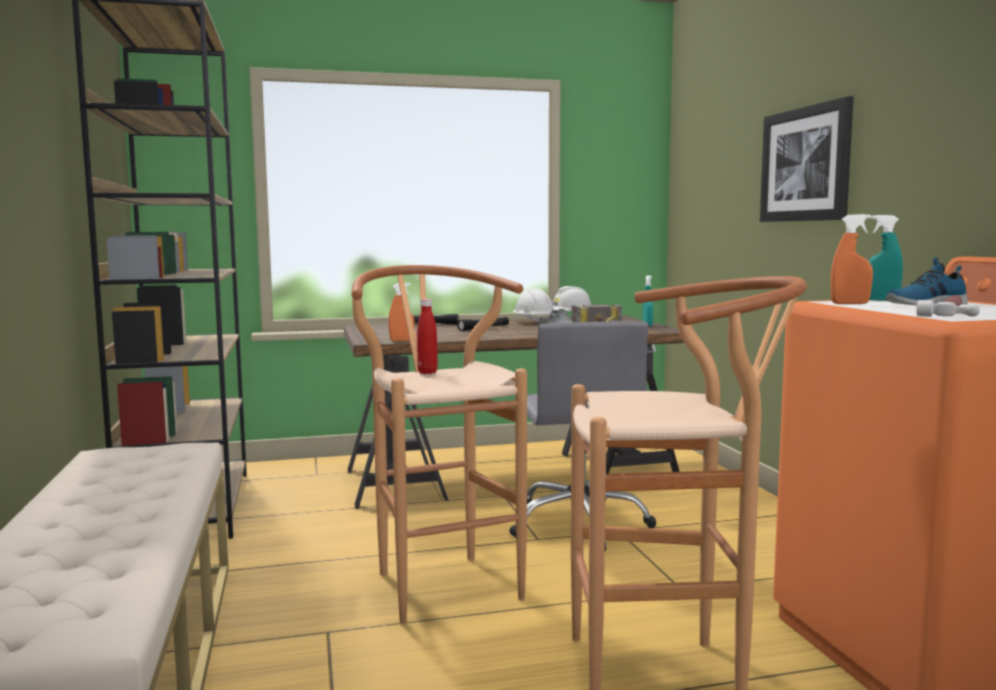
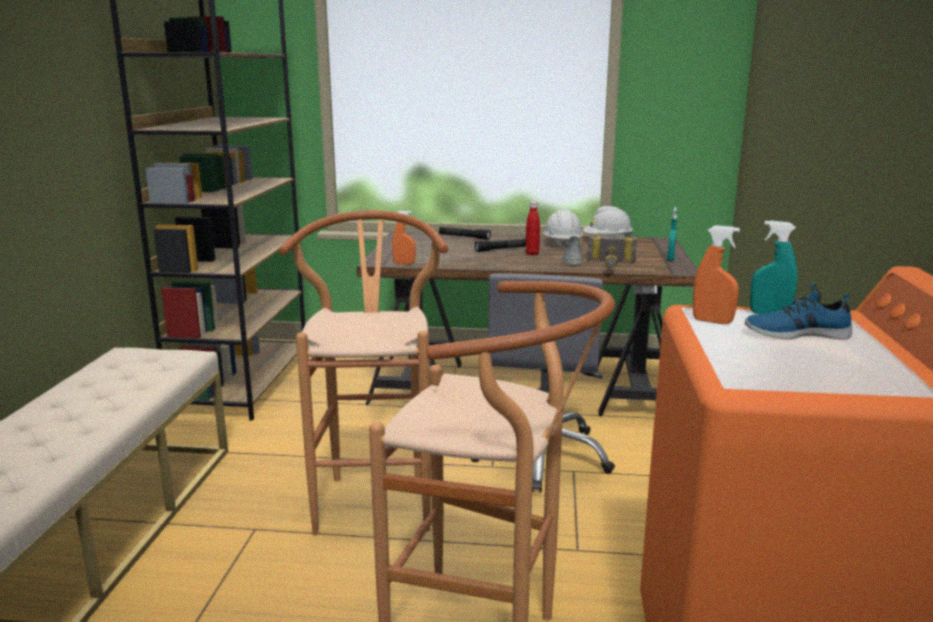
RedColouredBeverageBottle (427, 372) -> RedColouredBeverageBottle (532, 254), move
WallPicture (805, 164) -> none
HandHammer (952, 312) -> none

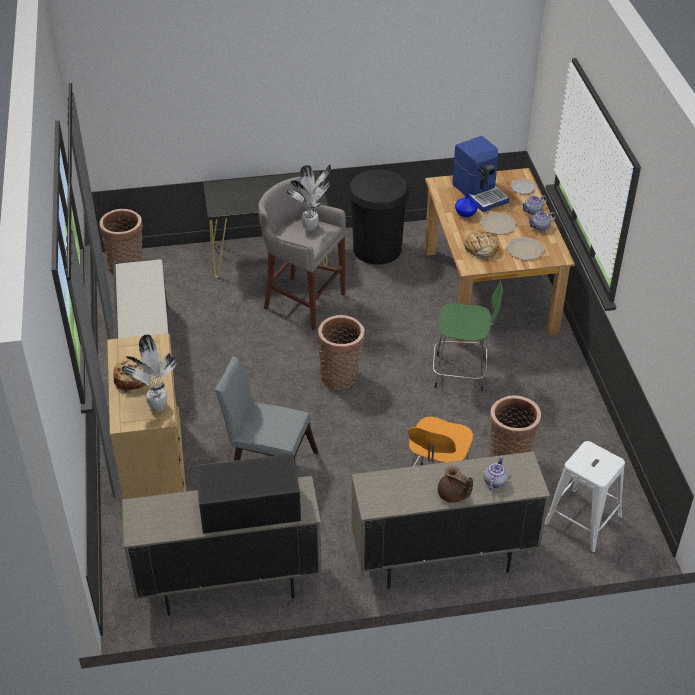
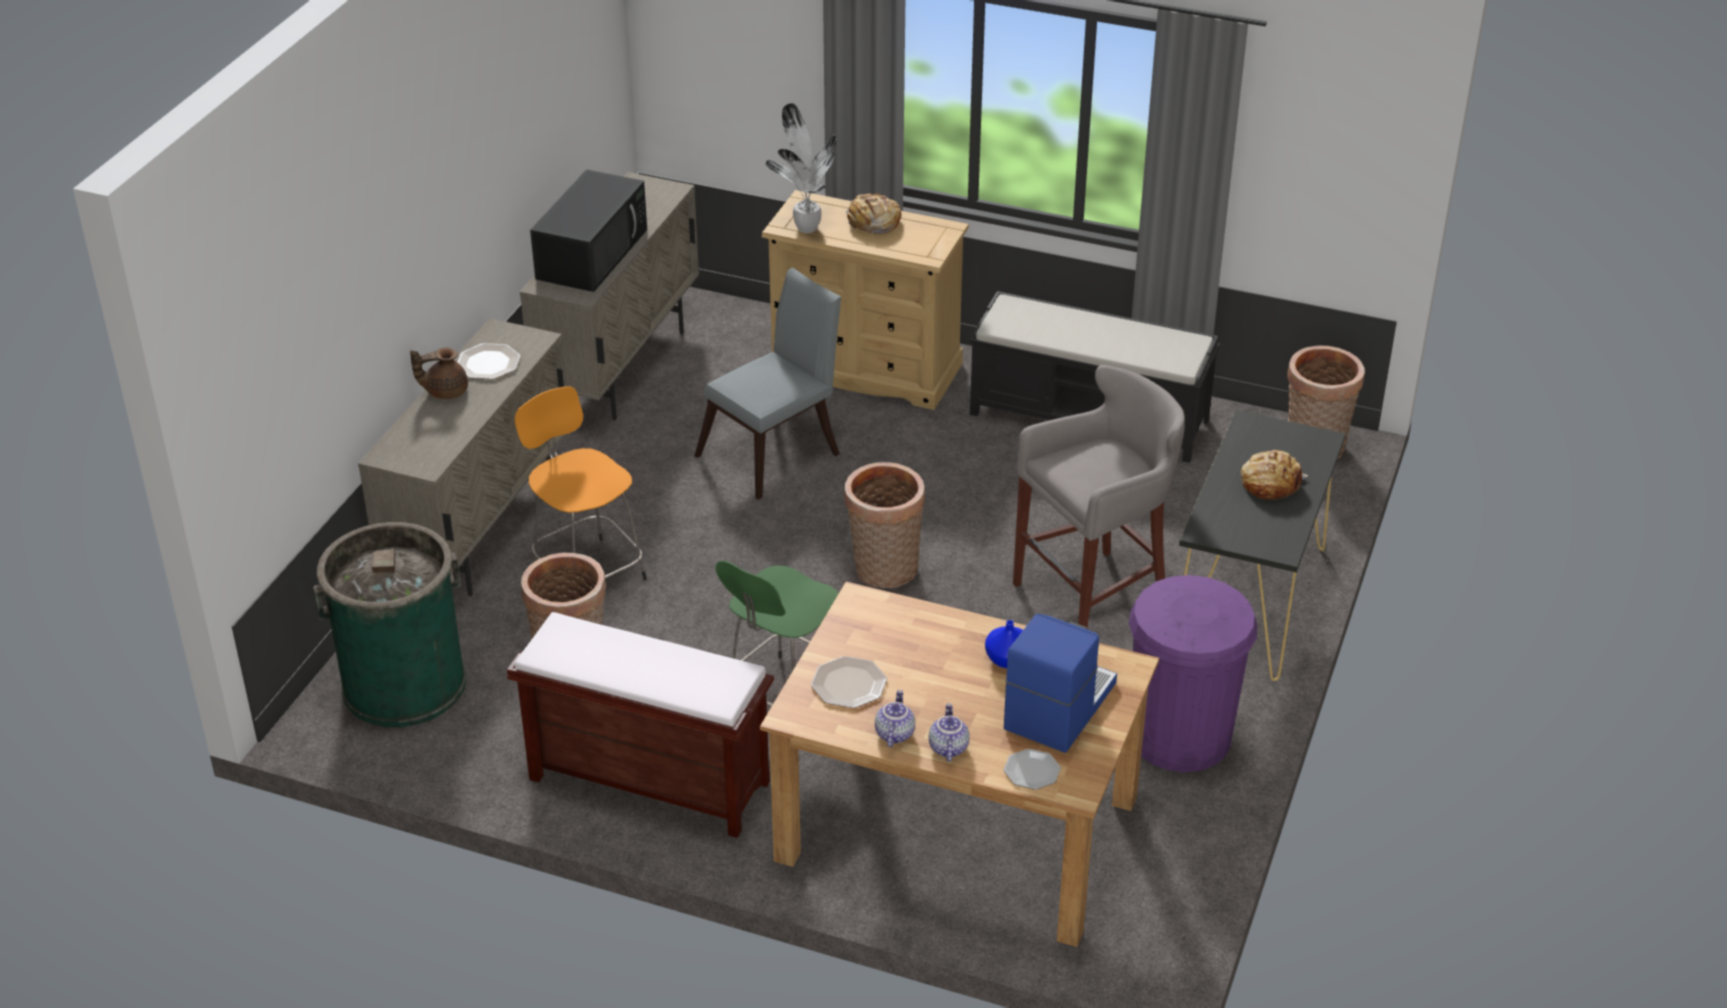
WhitishSittingStool (582, 520) -> GreenTrashCan (404, 684)
DinnerPlate (498, 224) -> DinnerPlate (488, 363), move
none -> BrownLongSeat (646, 781)
CoffeeMaker (480, 192) -> CoffeeMaker (1058, 706), 120 degrees clockwise
BlackColouredTrashCan (377, 249) -> PurpleTrashCan (1180, 736)
BakedBread (480, 249) -> BakedBread (1270, 483), move
PottedPlant (311, 227) -> none
TeaPot (494, 481) -> none

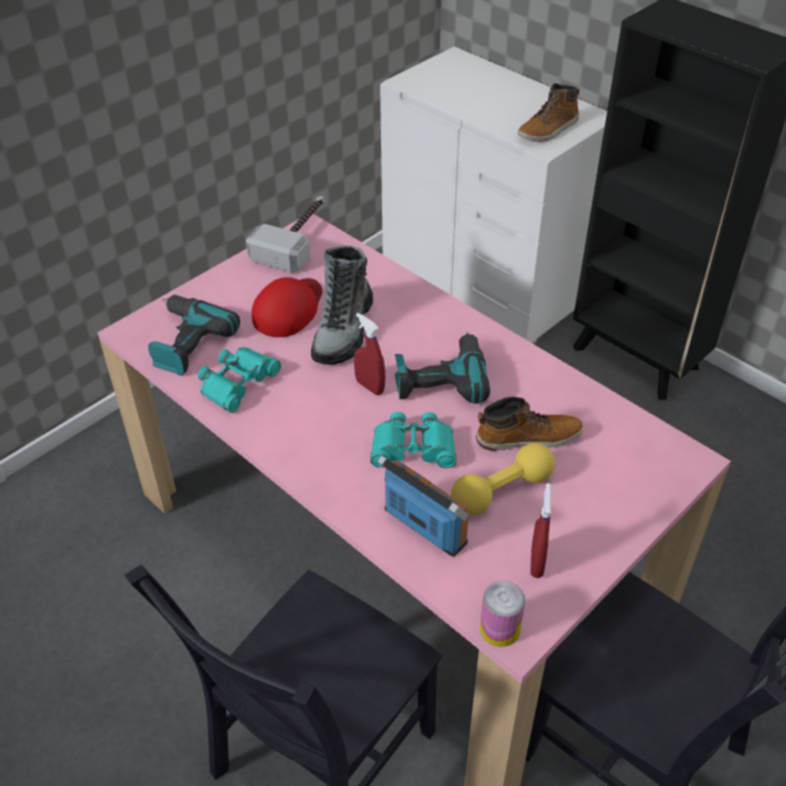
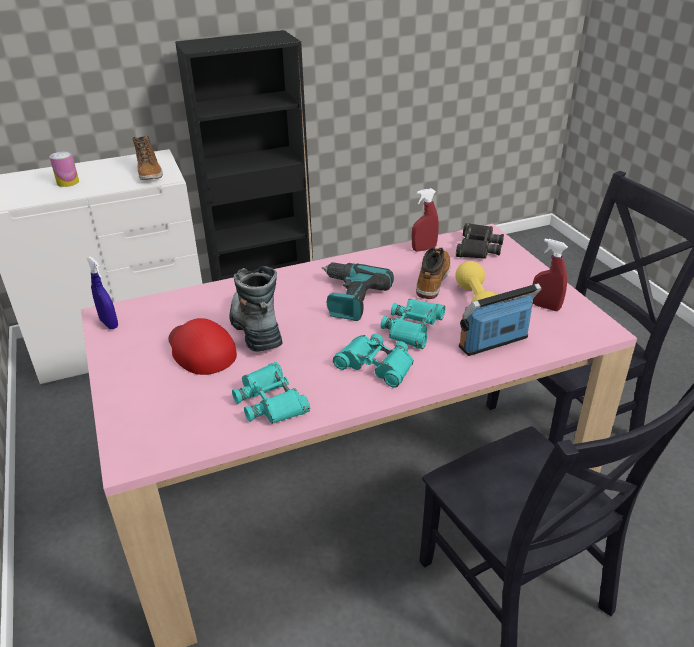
SealedCan (500, 628) -> SealedCan (68, 182), move
HandHammer (297, 238) -> BlueSprayBottle (109, 324)
HighTopBoot (343, 330) -> HighTopBoot (255, 328), 150 degrees counterclockwise
none -> TurquoiseFieldGlasses (376, 365)
RedColouredSprayBottle (370, 386) -> RedColouredSprayBottle (424, 249), move
none -> BlackColouredFieldGlasses (477, 247)
ElectricDrill (185, 342) -> none

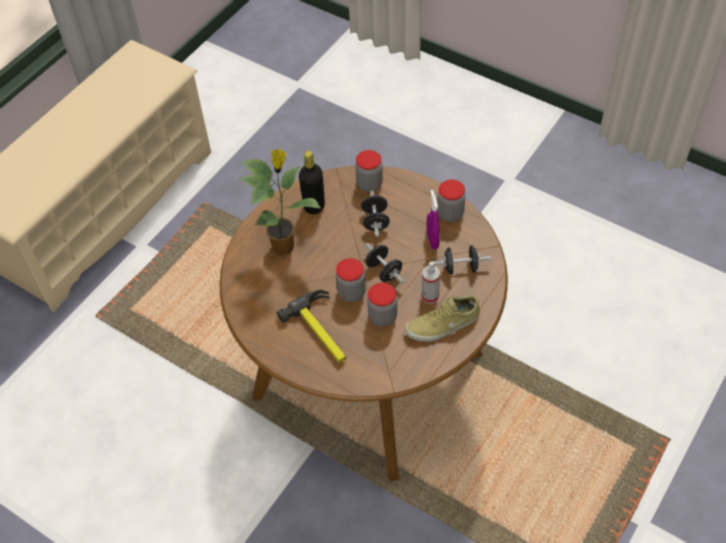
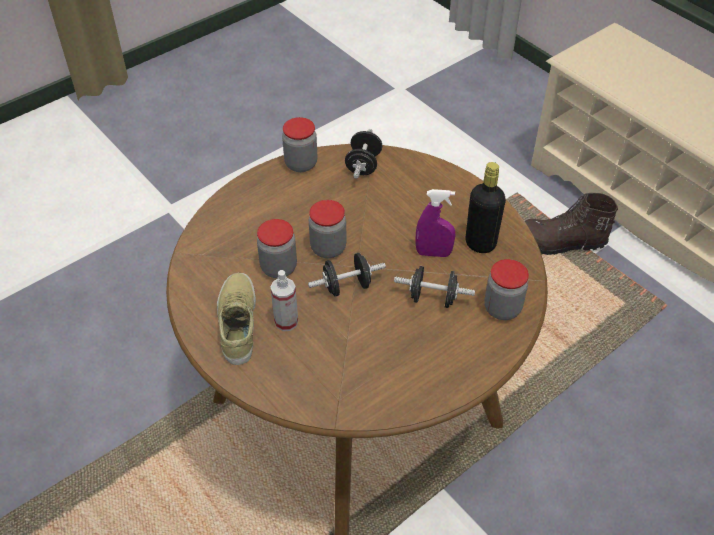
StorageJar (450, 214) -> StorageJar (301, 164), move
BlackColouredDumbbell (460, 268) -> BlackColouredDumbbell (363, 165), move
PurpleSprayBottle (432, 240) -> PurpleSprayBottle (433, 253), move
none -> BrownHighTopBoot (561, 243)
PottedPlant (284, 246) -> none
HandHammer (322, 331) -> none

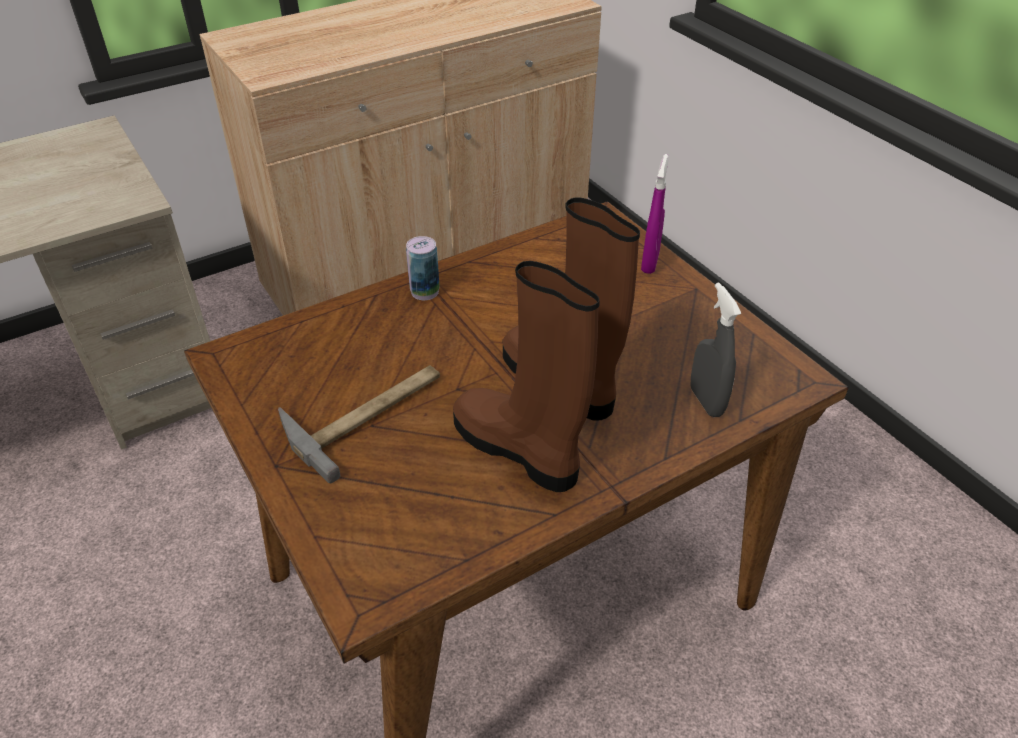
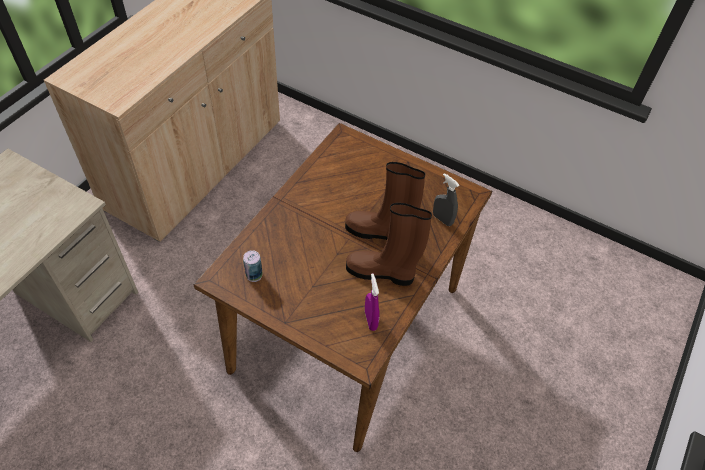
SealedCan (425, 291) -> SealedCan (254, 275), move
PurpleSprayBottle (650, 262) -> PurpleSprayBottle (370, 320), move
HandHammer (368, 413) -> none

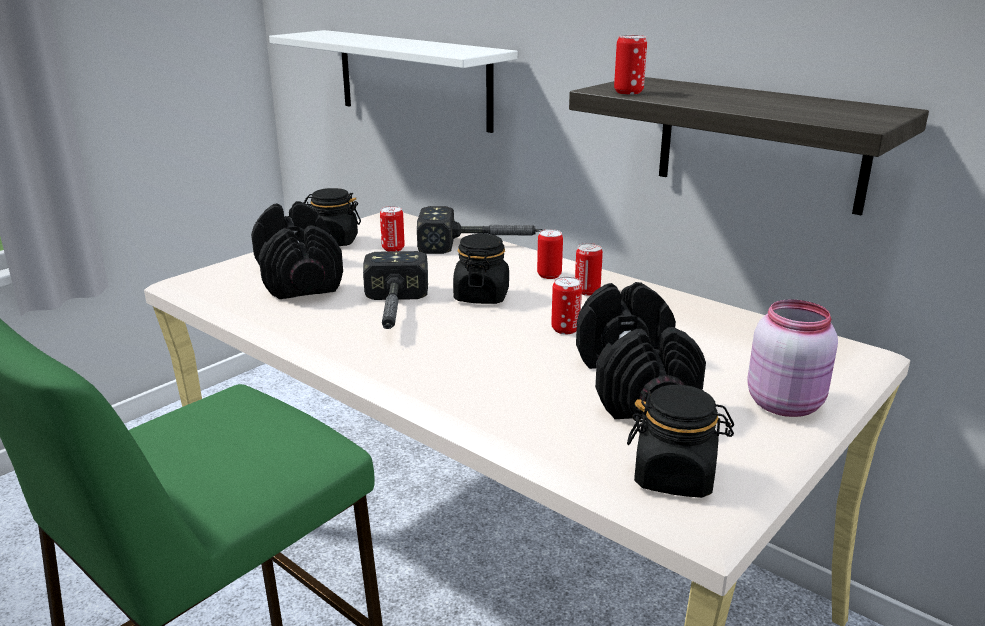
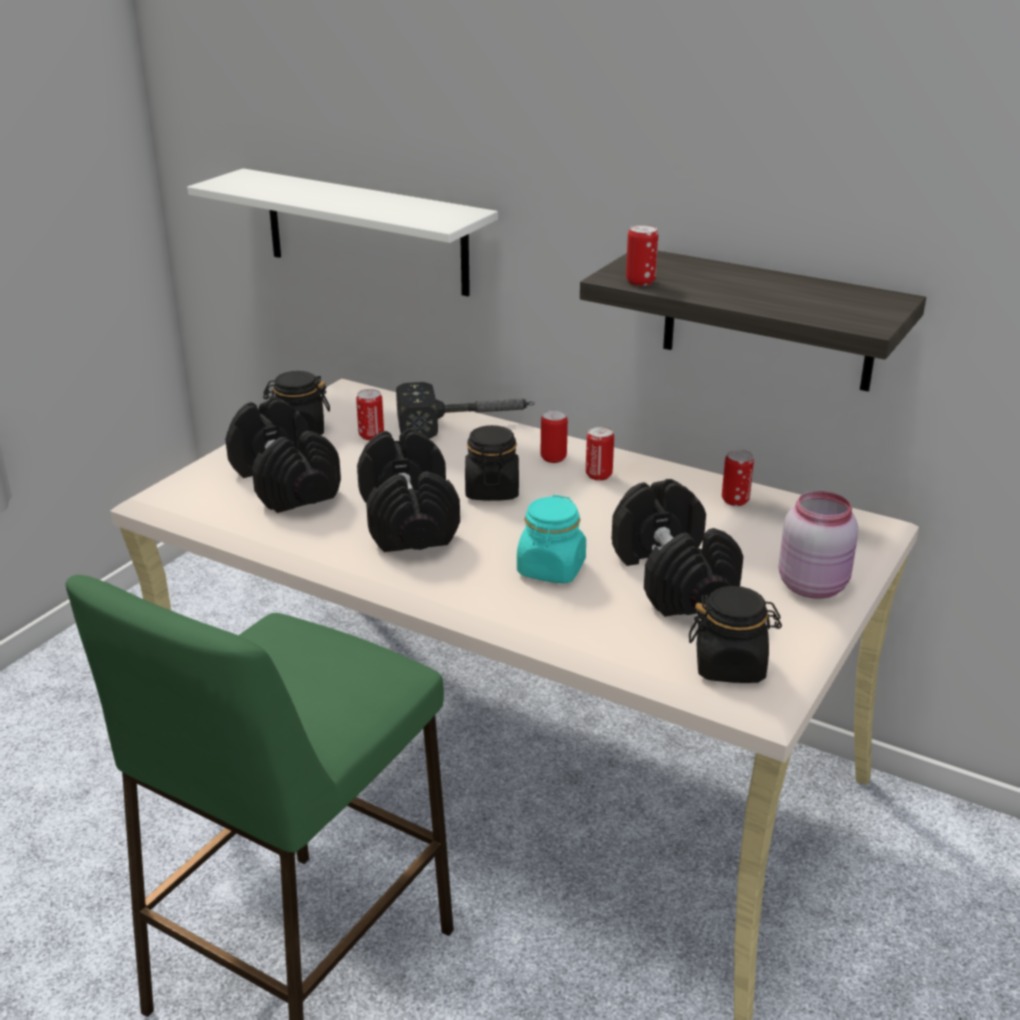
HandHammer (393, 314) -> BlackColouredDumbbell (409, 521)
none -> TurquoiseStorageJar (551, 569)
SealedCan (565, 329) -> SealedCan (735, 500), move

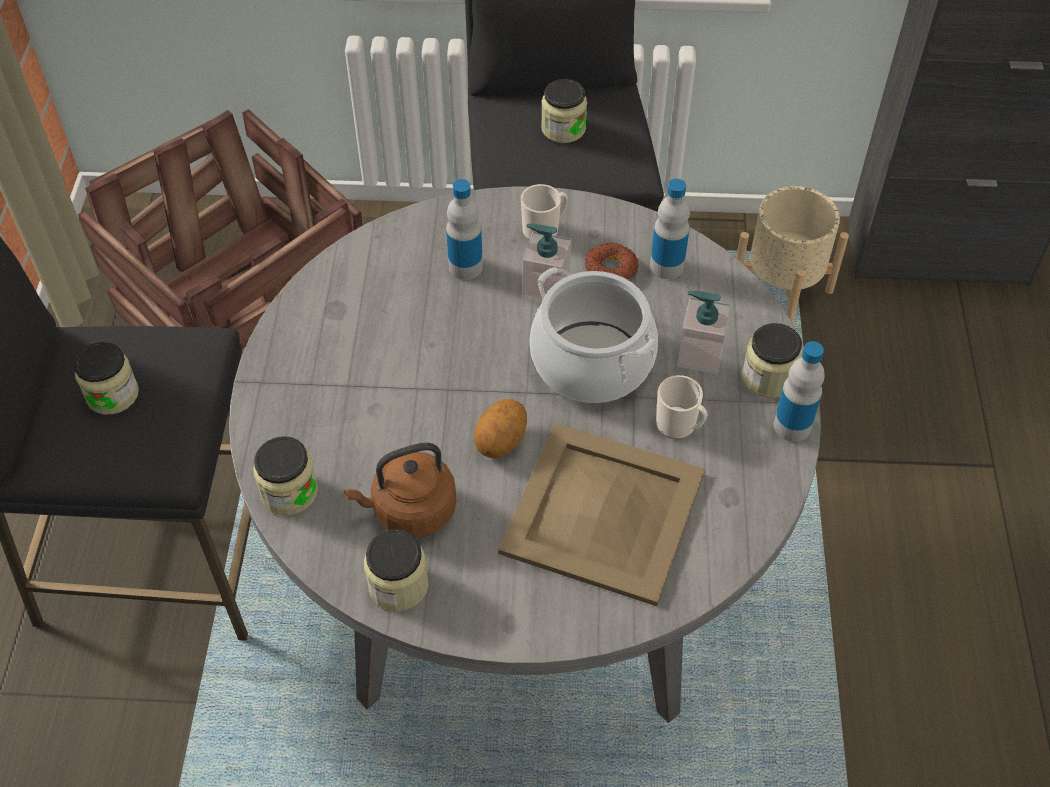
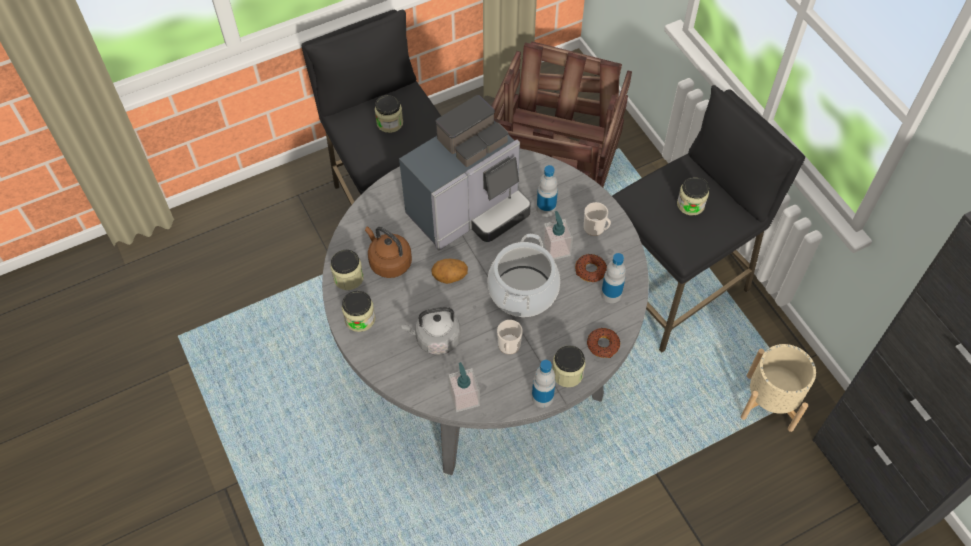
StorageJar (289, 492) -> StorageJar (360, 319), move
none -> CoffeeMaker (469, 210)
BeigeCarryingTray (604, 514) -> GreyWaterKettle (435, 339)
SoapBottle (700, 355) -> SoapBottle (464, 398), move
none -> RingDoughnut (603, 345)

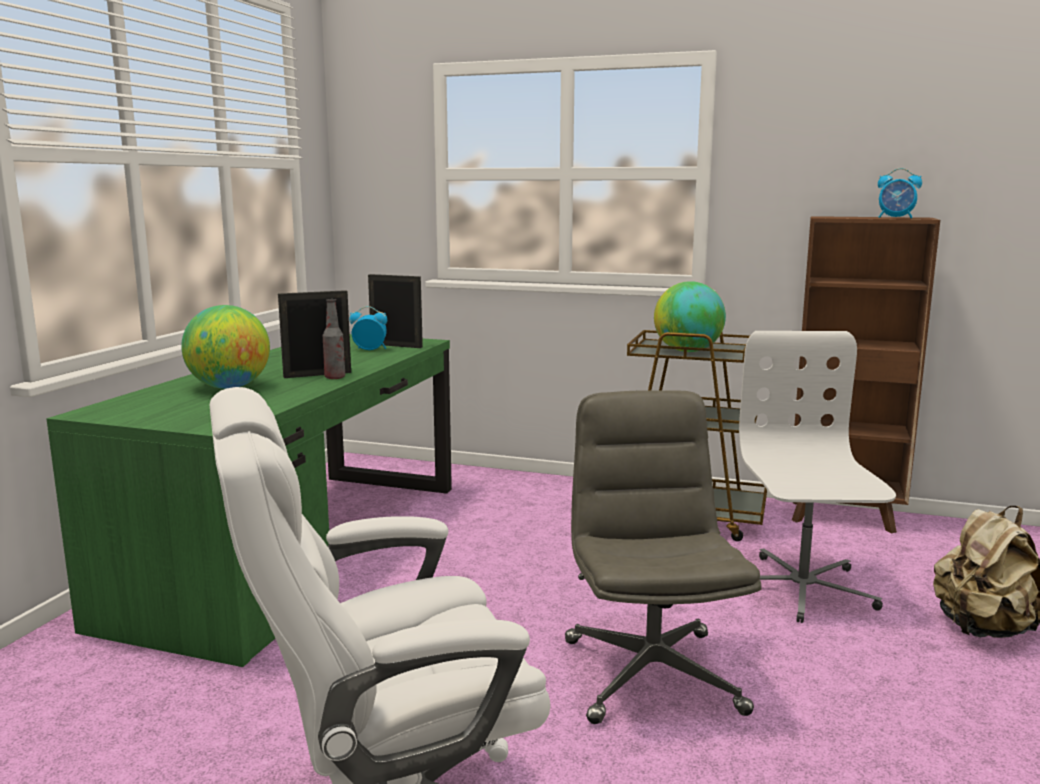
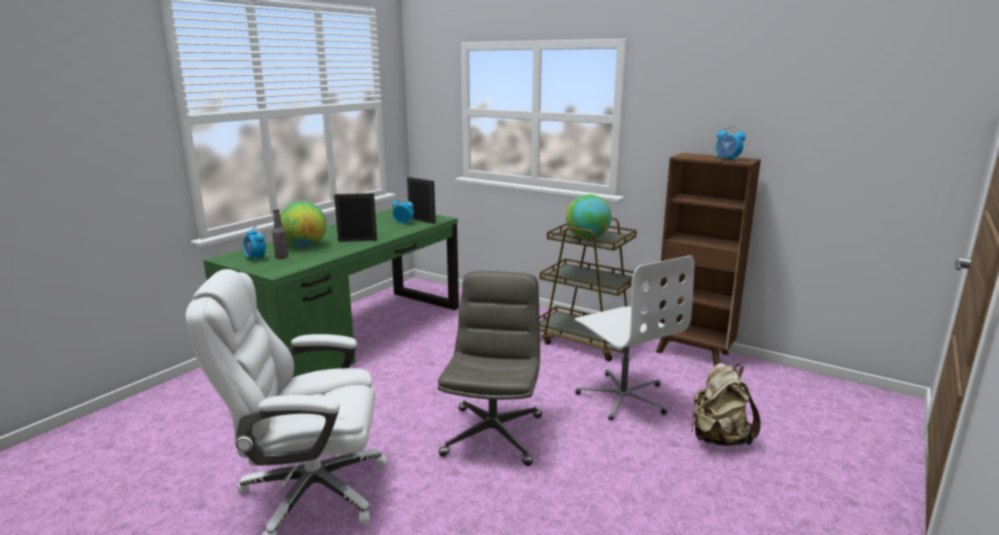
none -> AlarmClock (256, 258)
BeverageBottle (335, 377) -> BeverageBottle (281, 257), move
WhitishOfficeChair (801, 589) -> WhitishOfficeChair (623, 397), 135 degrees clockwise

